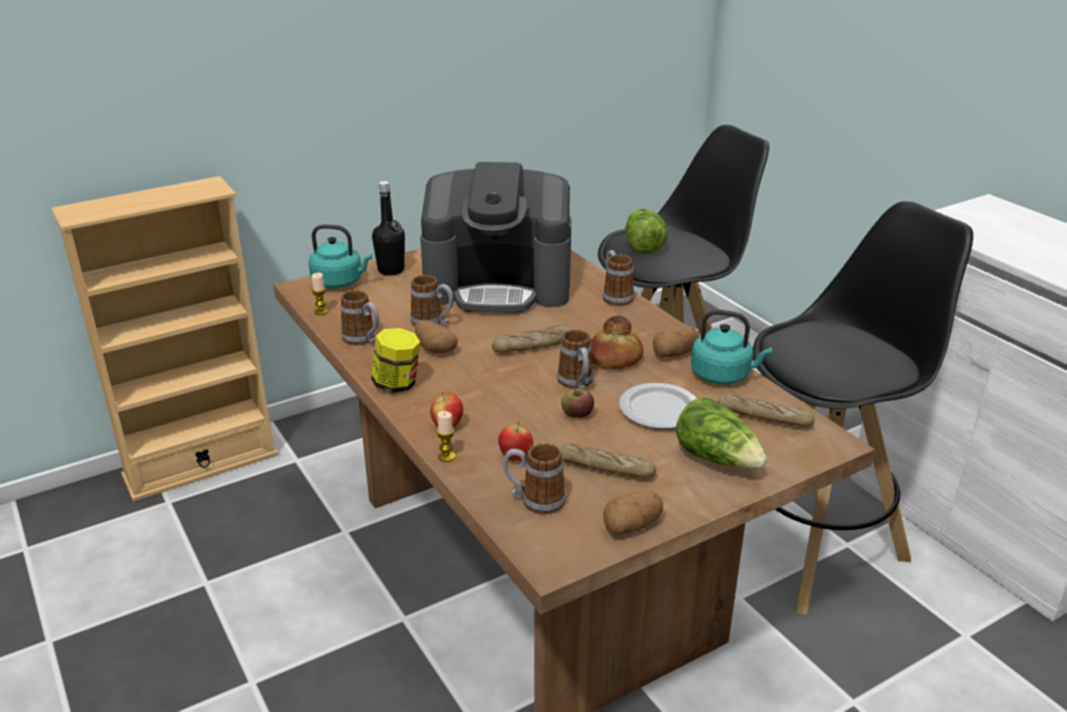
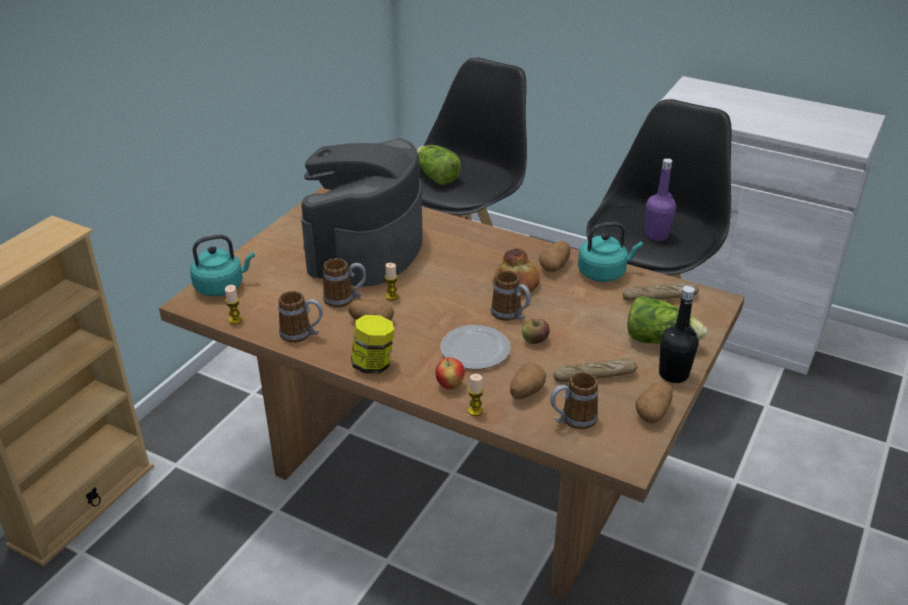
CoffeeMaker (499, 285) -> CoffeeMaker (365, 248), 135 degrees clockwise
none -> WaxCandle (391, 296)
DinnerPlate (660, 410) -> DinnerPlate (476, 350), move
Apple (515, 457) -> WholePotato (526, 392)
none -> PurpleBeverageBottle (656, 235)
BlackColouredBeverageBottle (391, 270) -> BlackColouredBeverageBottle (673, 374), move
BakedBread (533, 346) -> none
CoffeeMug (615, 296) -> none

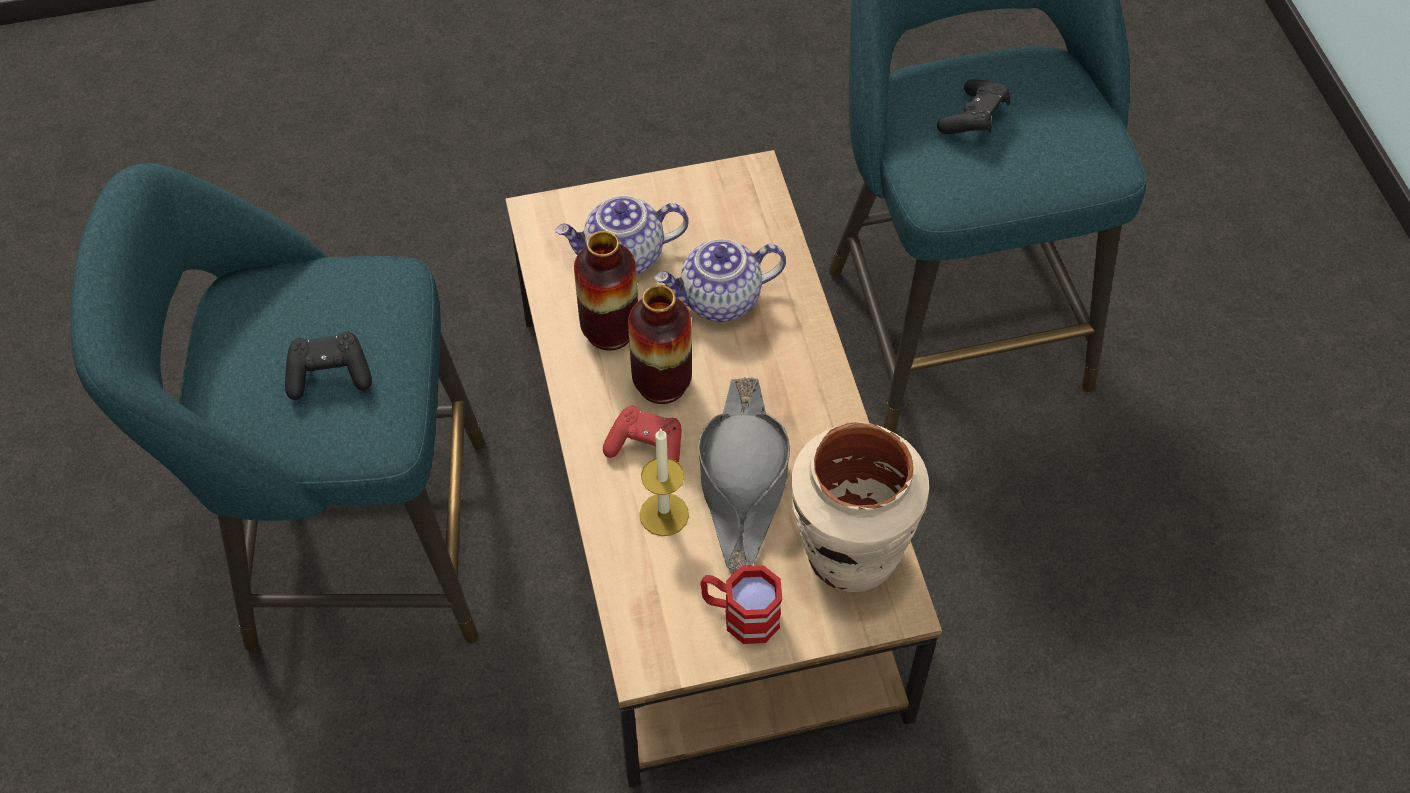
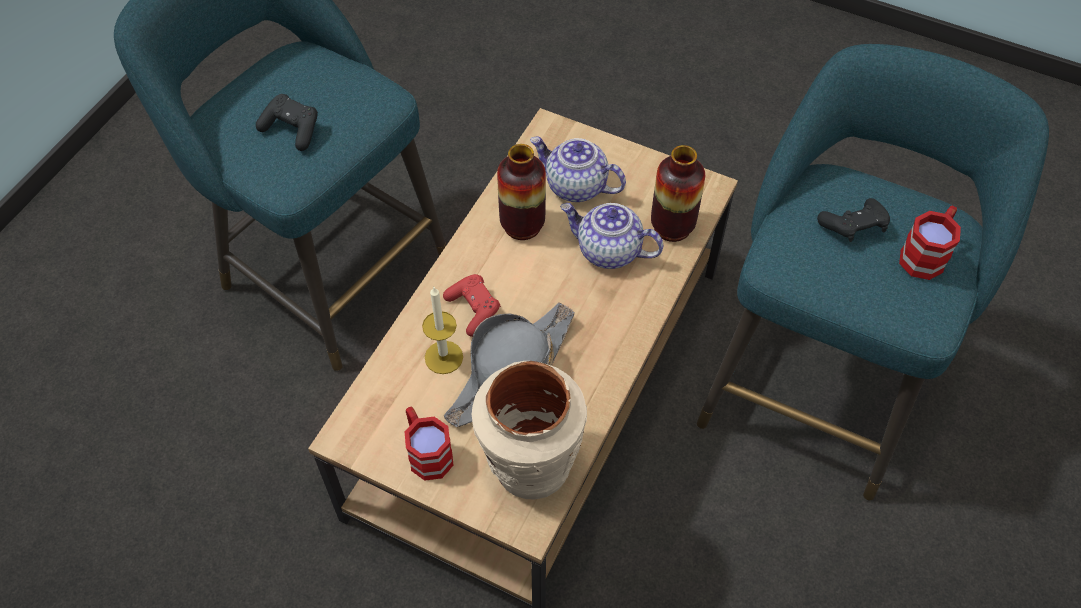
Vase (662, 383) -> Vase (672, 227), move
none -> RedColouredCoffeeMug (926, 254)

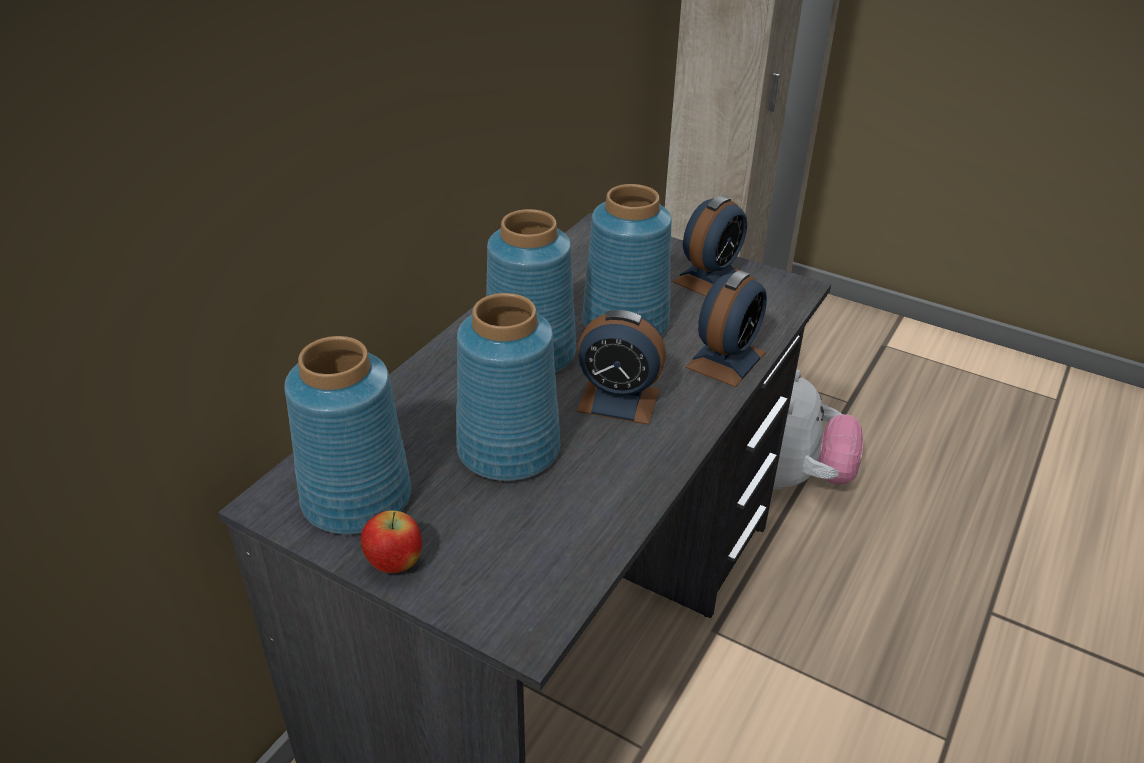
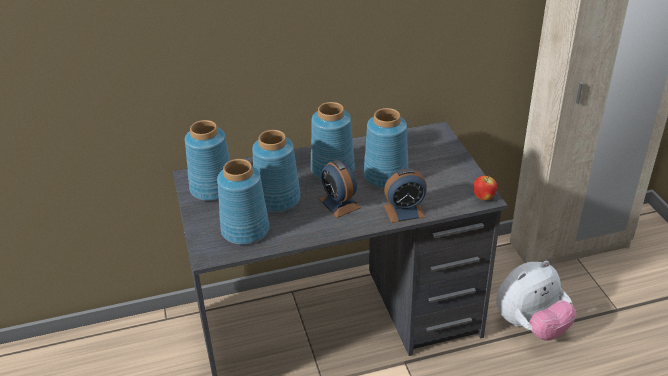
none -> BlueVase (246, 230)
Apple (394, 564) -> Apple (483, 197), move
AlarmClock (709, 278) -> none

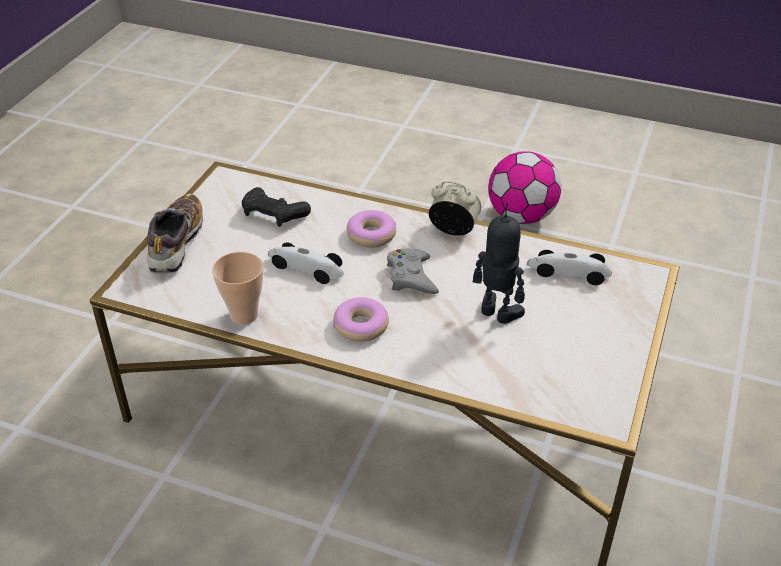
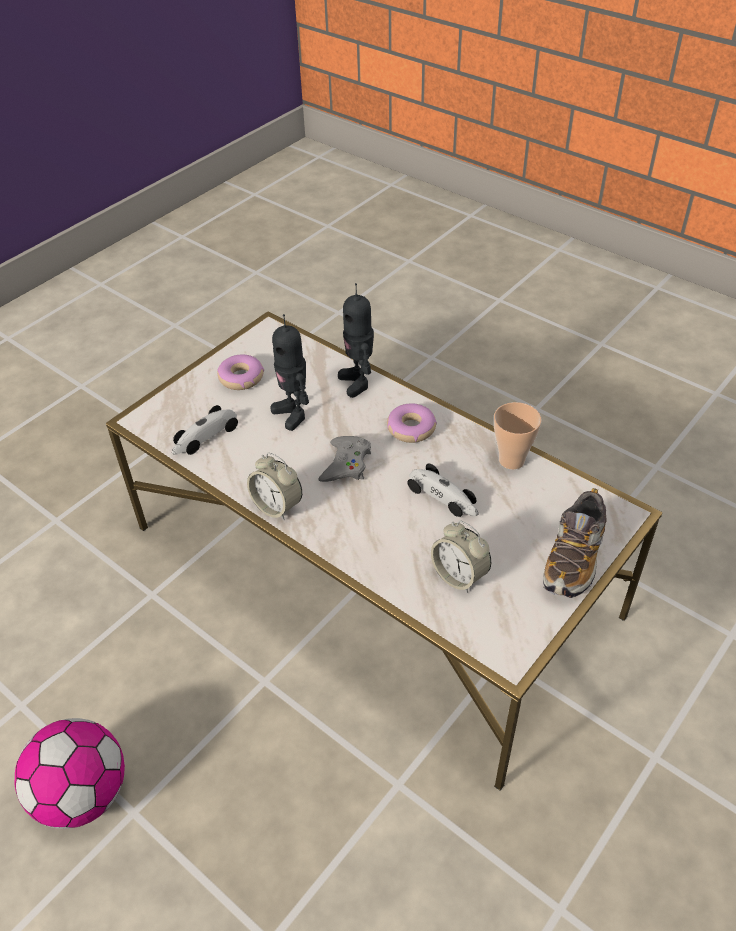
ModelCar (568, 272) -> ModelCar (205, 436), 105 degrees clockwise
RingDoughnut (371, 235) -> RingDoughnut (241, 378), move
none -> RobotFigure (358, 382)
BlackColouredJoypad (274, 215) -> AlarmClock (459, 575)

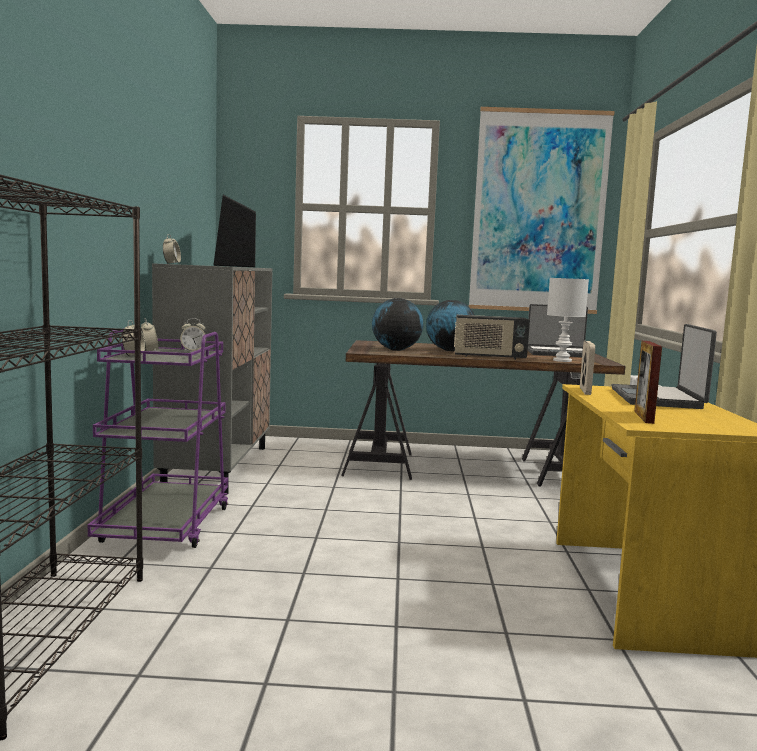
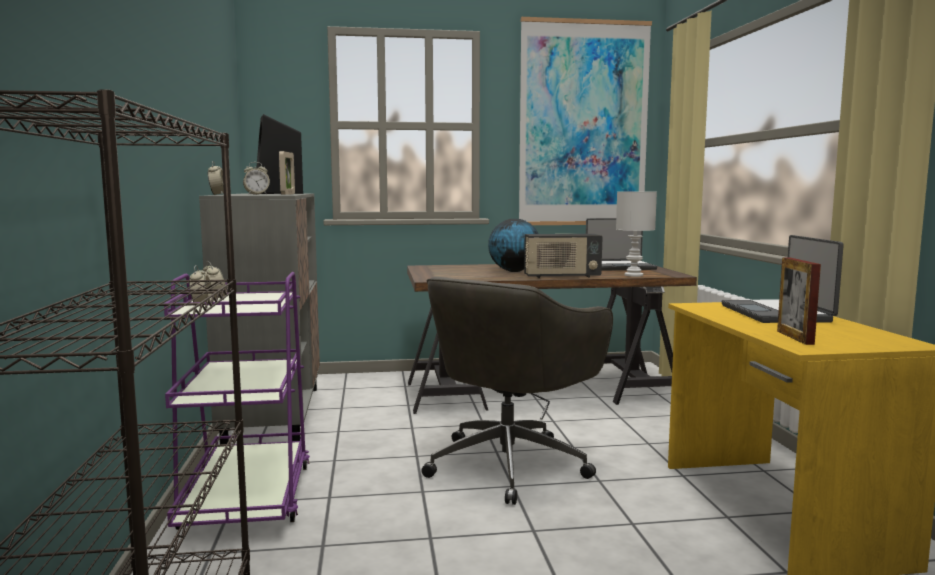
AlarmClock (193, 351) -> AlarmClock (256, 194), move
PictureFrame (585, 391) -> PictureFrame (288, 194), move
none -> GreyOfficeChair (510, 464)
DeskGlobe (396, 350) -> none

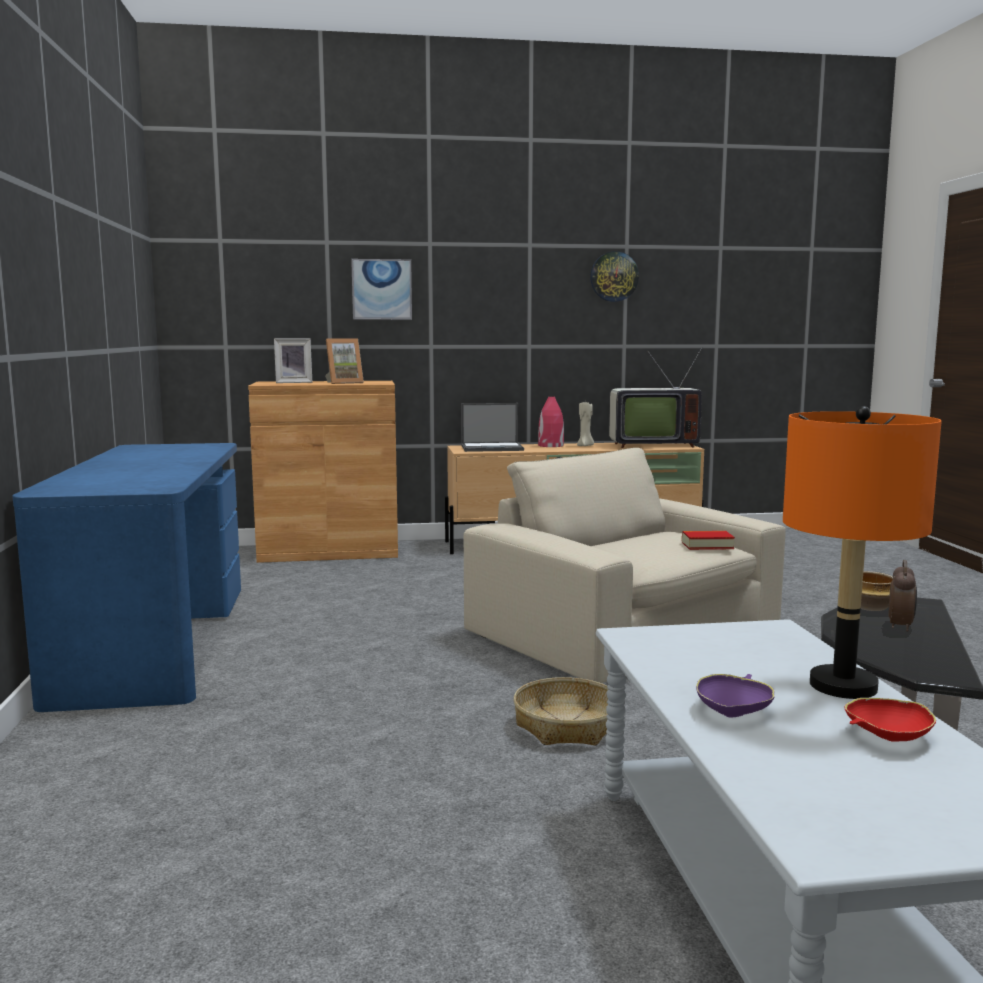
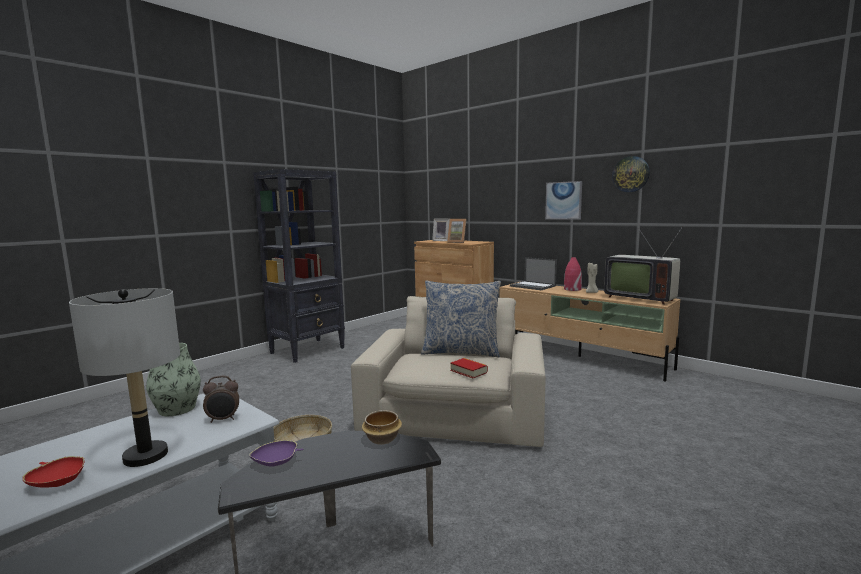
OrangeyTableLamp (842, 686) -> GreyTableLamp (146, 456)
none -> Vase (177, 409)
AlarmClock (901, 626) -> AlarmClock (223, 419), move
PurpleBowl (733, 711) -> PurpleBowl (277, 462), move
BlueDeskTable (155, 640) -> BlackColouredShelvingUnit (308, 350)
none -> Pillow (461, 352)
WallPicture (381, 289) -> WallPicture (563, 200), move

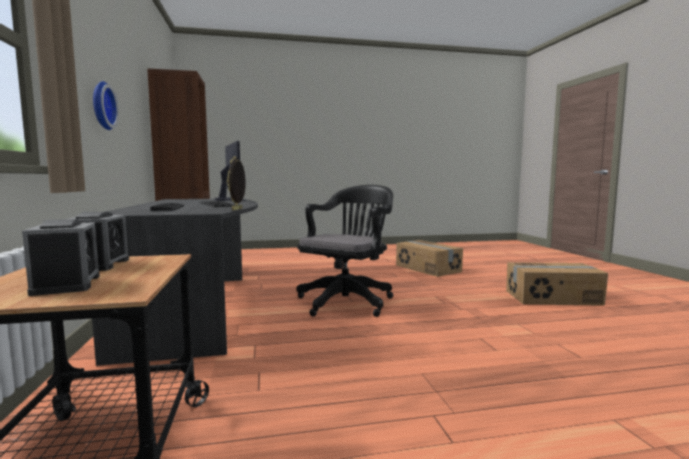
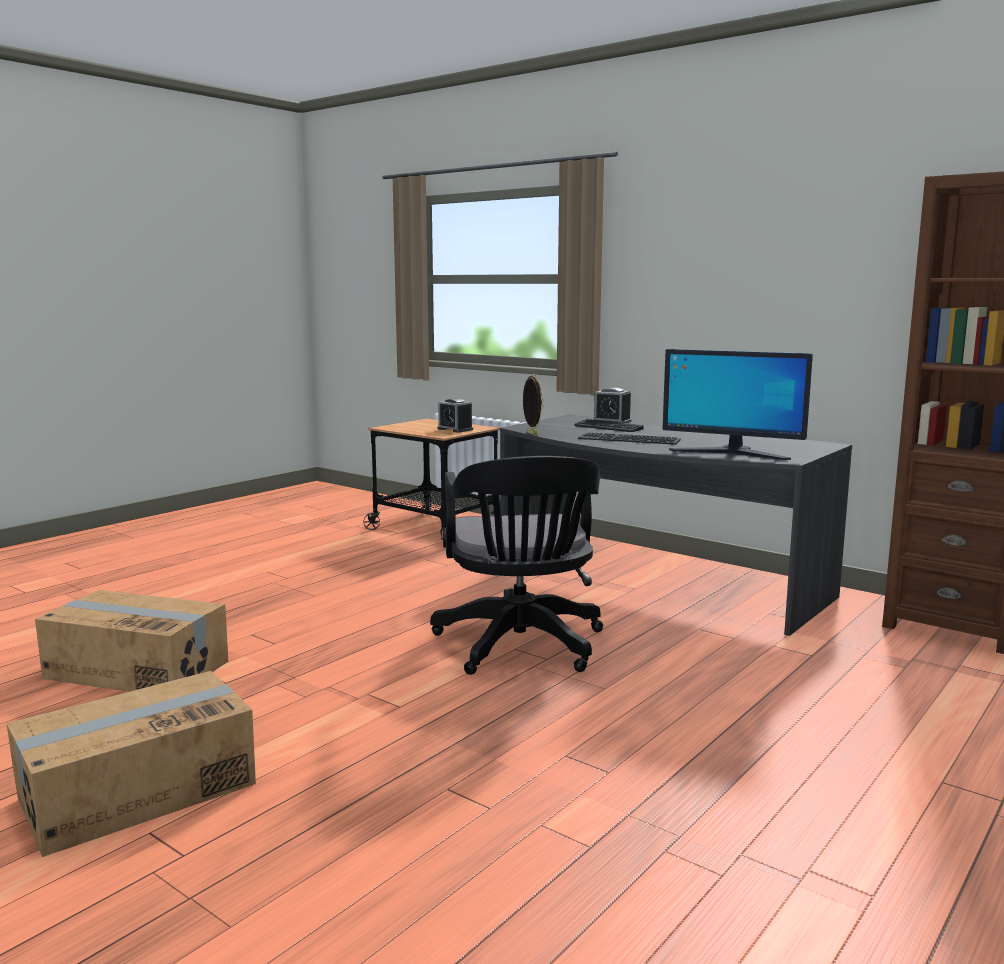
Carton (427, 268) -> Carton (138, 669), move
AlarmClock (66, 284) -> AlarmClock (611, 421), move
WallClock (101, 105) -> none

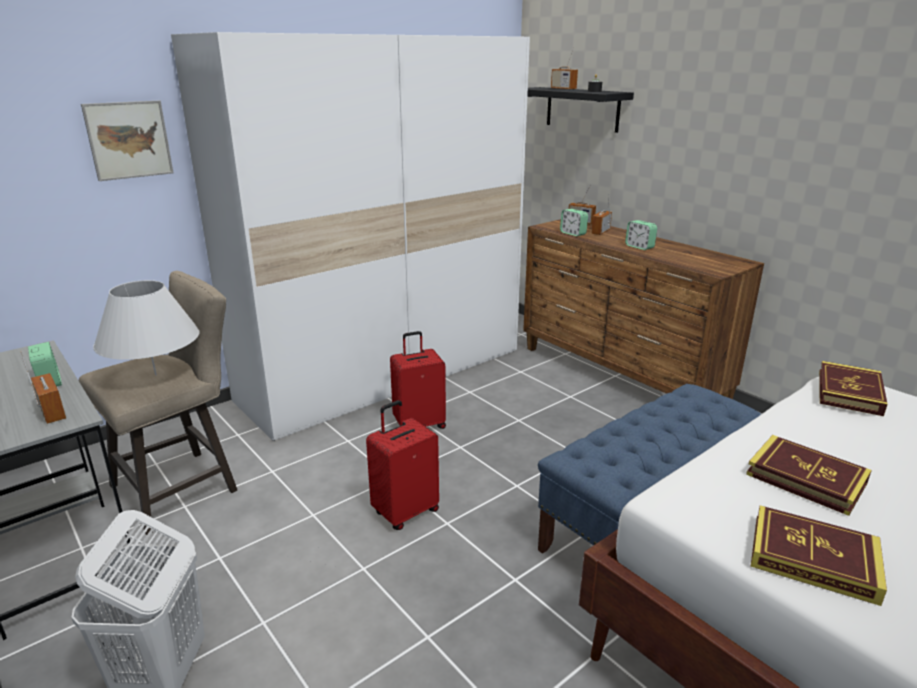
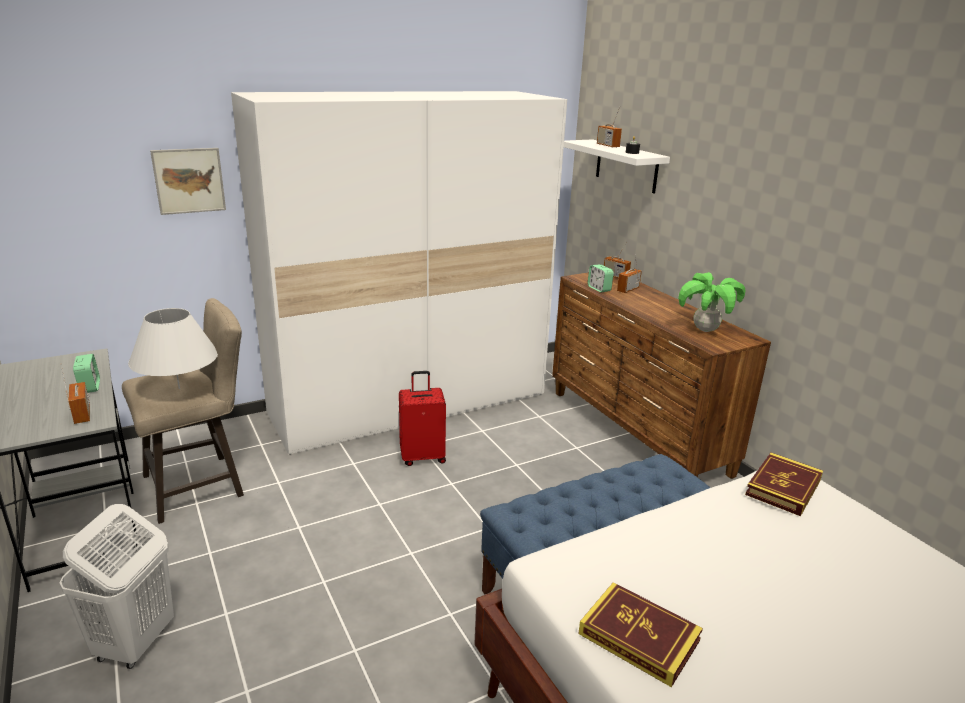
BlackColouredWallShelf (582, 109) -> WhitishWallShelf (626, 166)
none -> PottedPlant (705, 330)
RedColouredSuitcase (405, 511) -> none
AlarmClock (639, 247) -> none
Book (806, 479) -> none

